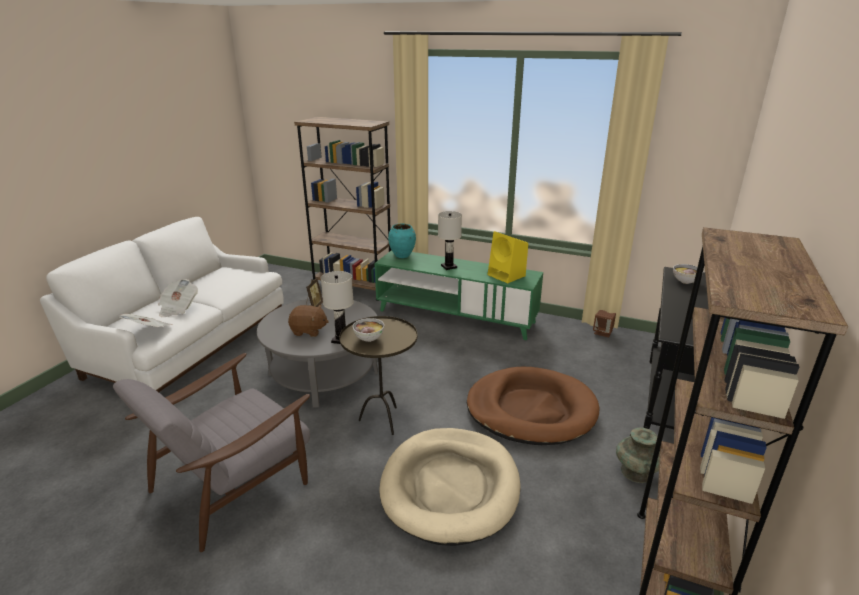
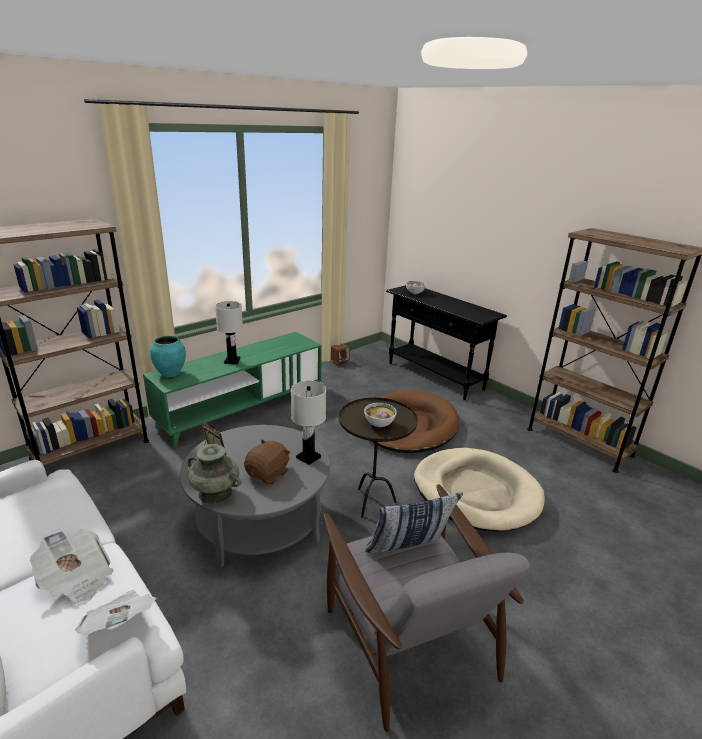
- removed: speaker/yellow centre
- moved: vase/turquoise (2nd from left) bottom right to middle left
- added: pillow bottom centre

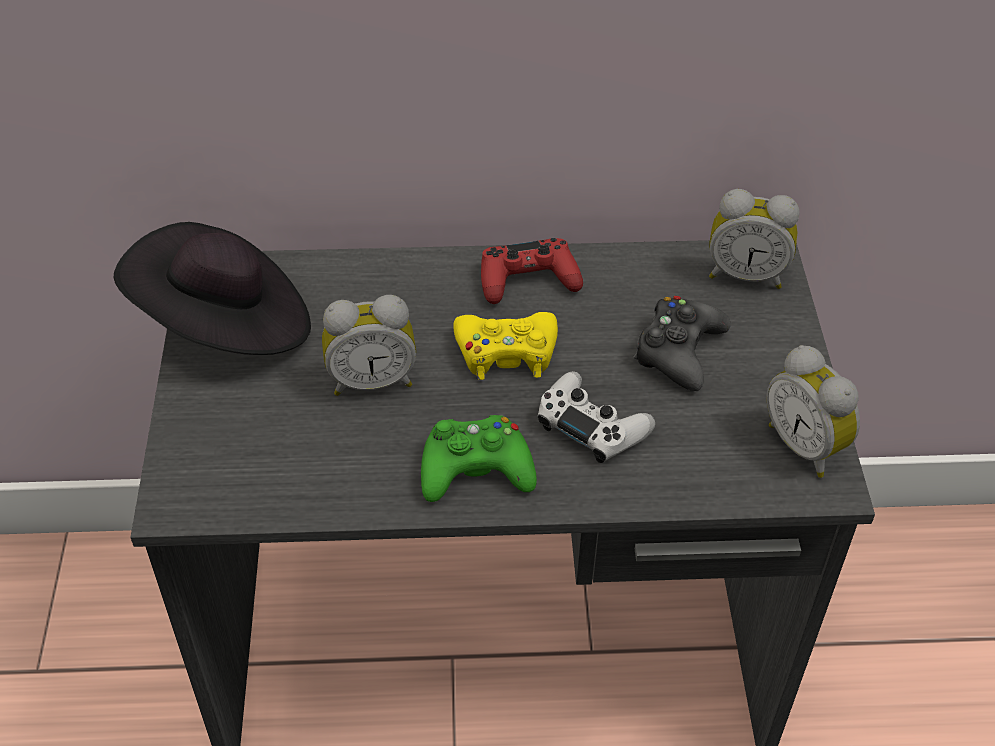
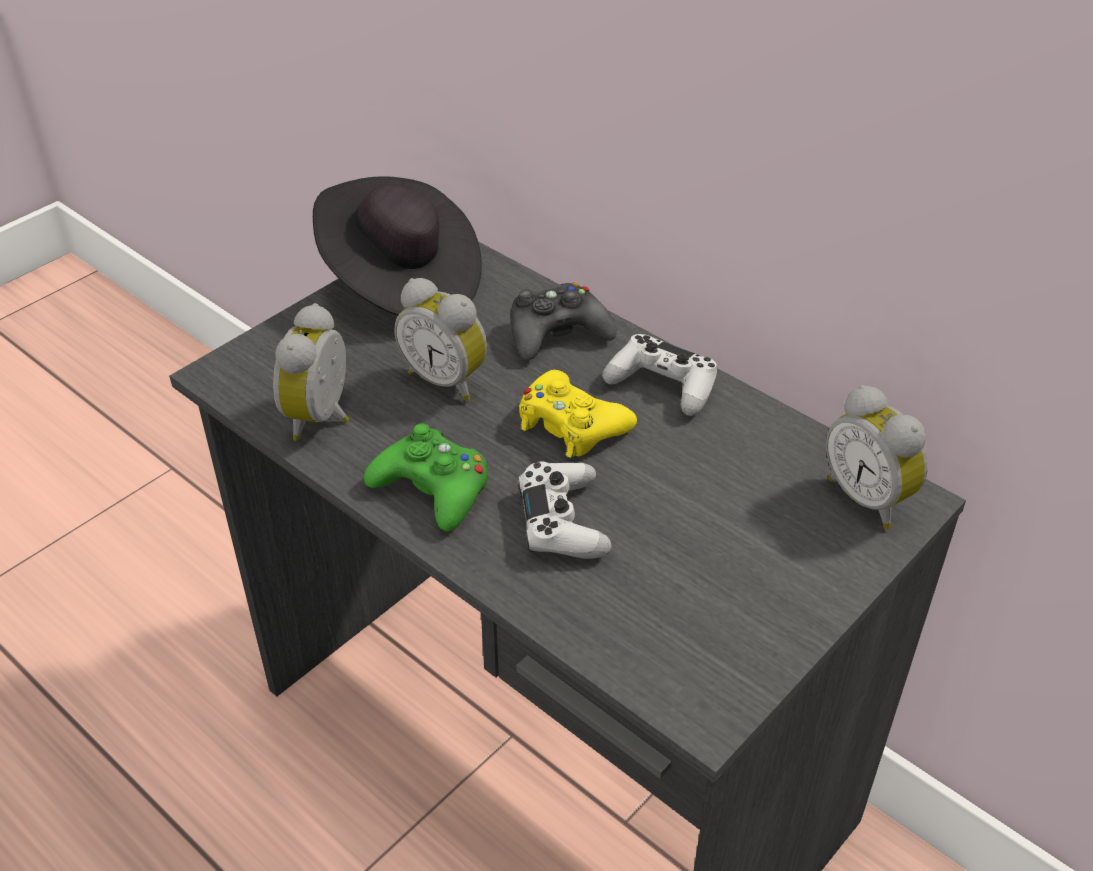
- recoloured: game controller/red centre to game controller/white (2nd from left) centre
- moved: game controller/black middle right to centre
- moved: alarm clock (3rd from left in the first image) middle right to alarm clock (1st from left) middle left

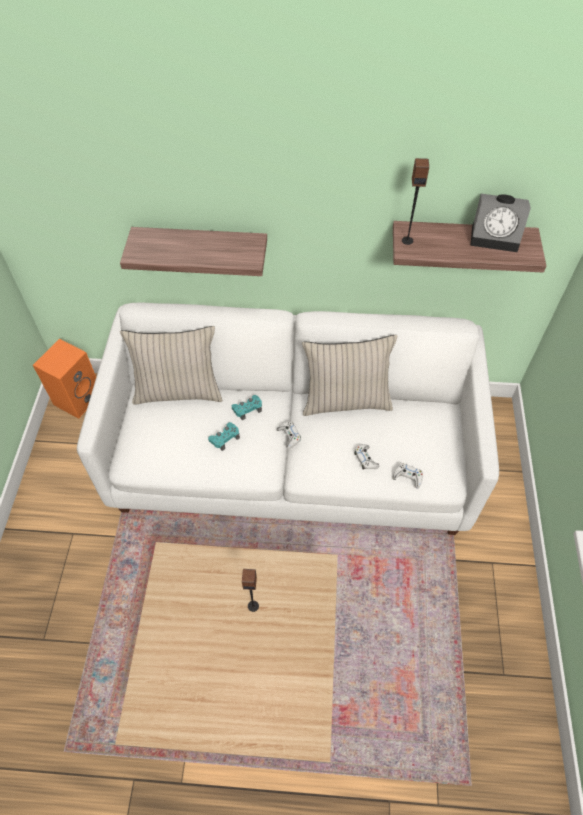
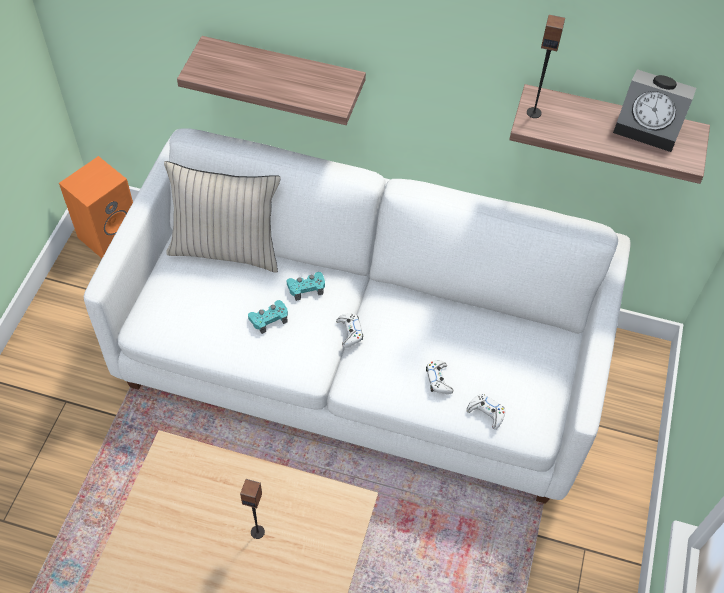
- removed: pillow/beige (2nd from left) centre

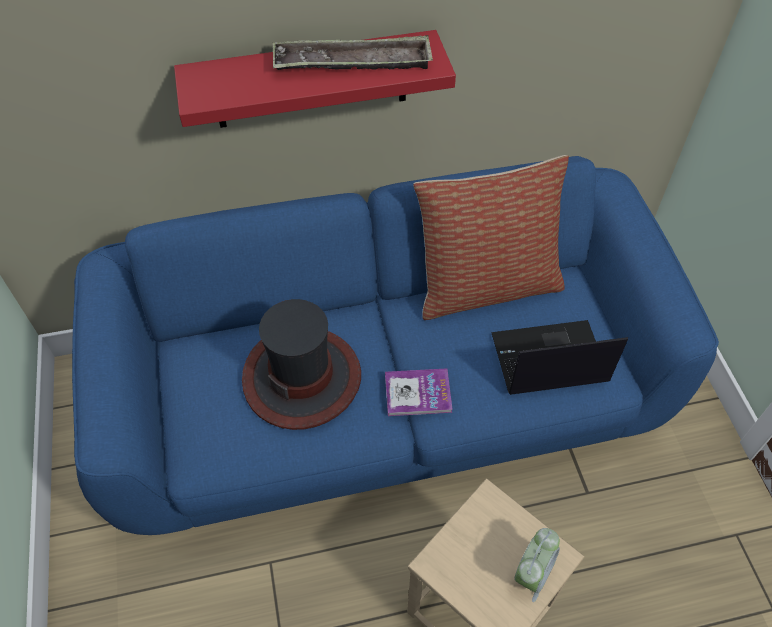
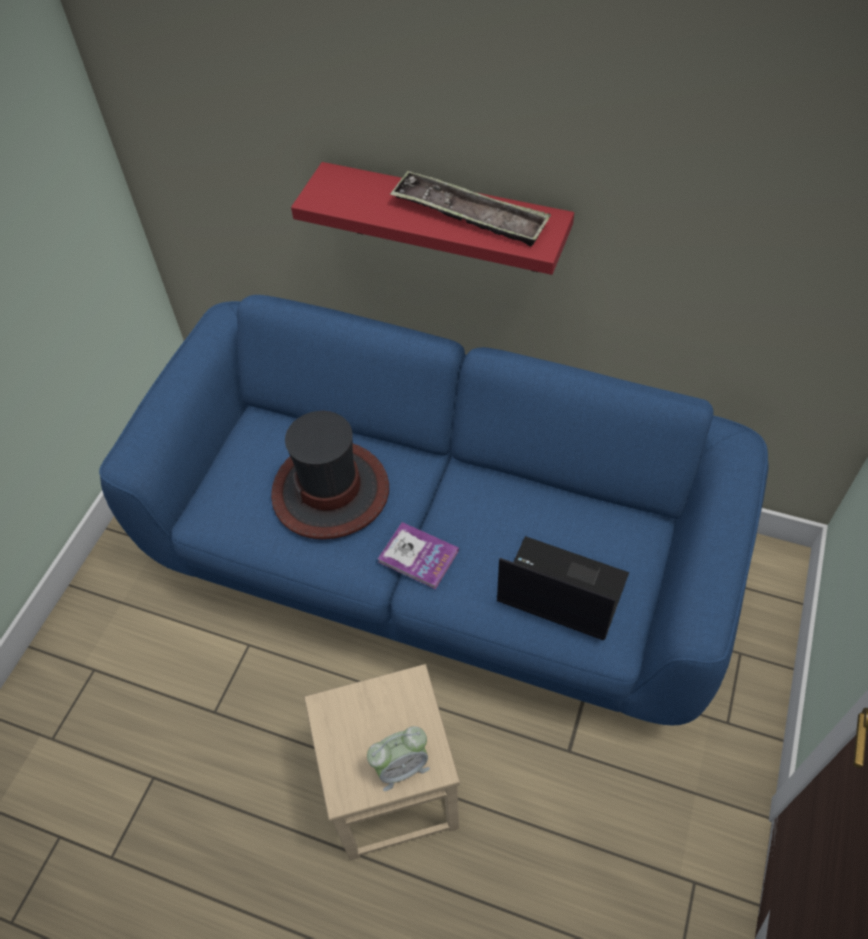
- removed: pillow centre

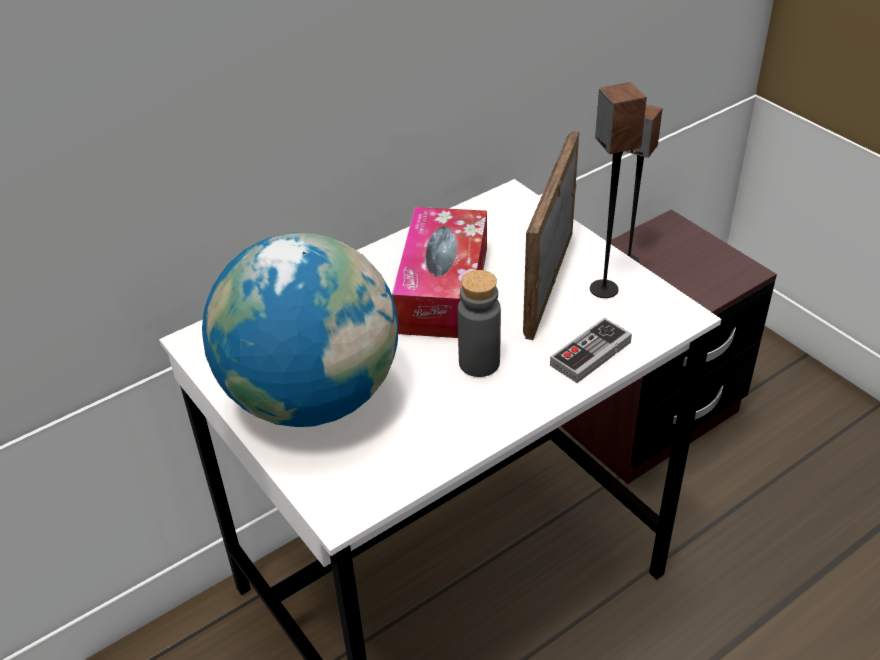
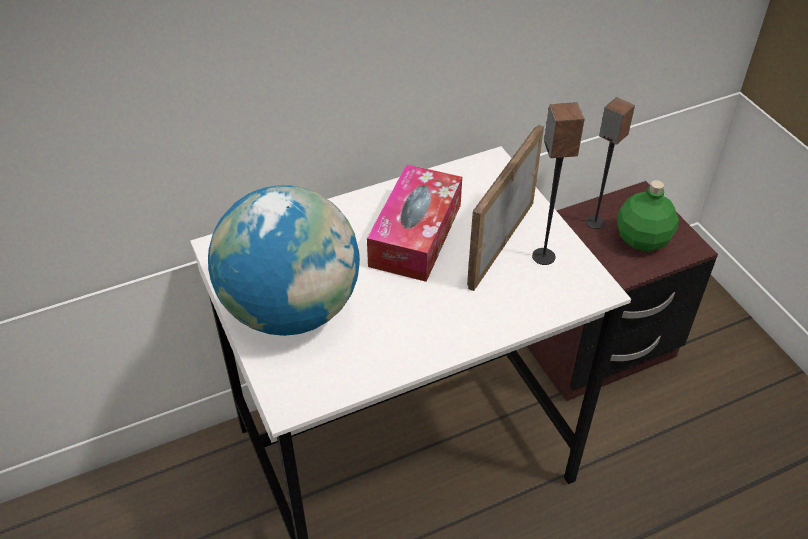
- removed: bottle/grey centre
- removed: game controller middle right
- added: bottle/green middle right

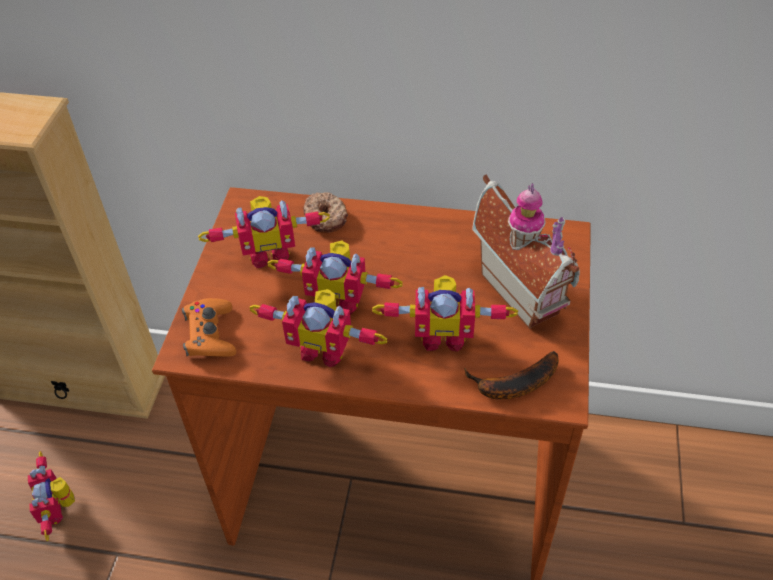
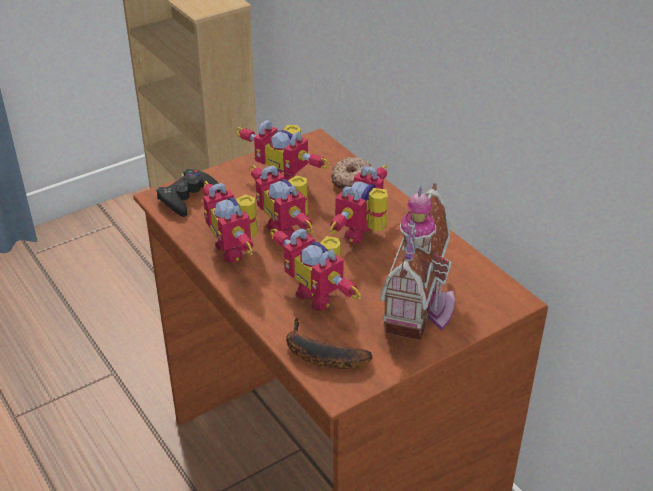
- moved: toy robot (1st from left in the first image) bottom left to toy robot (5th from left) centre
- recoloured: game controller/orange middle left to game controller/black middle left

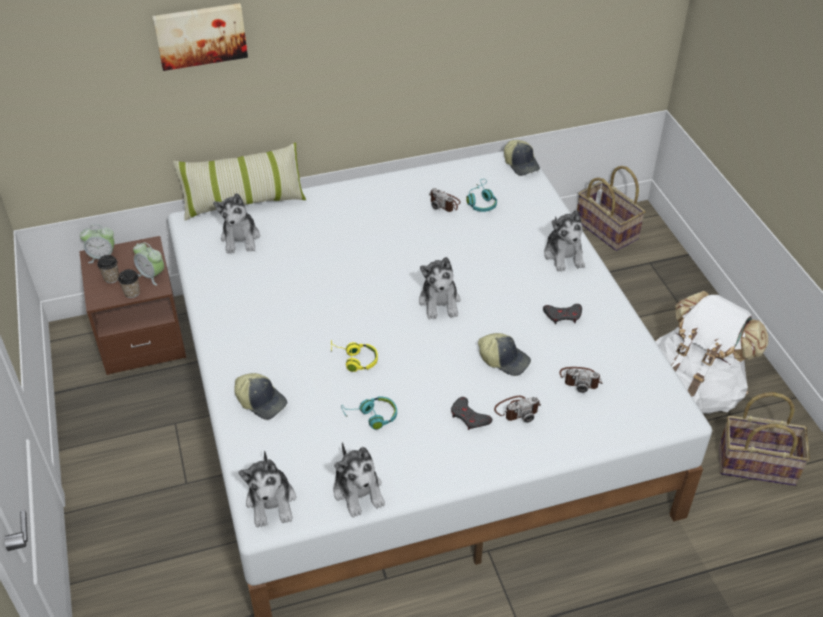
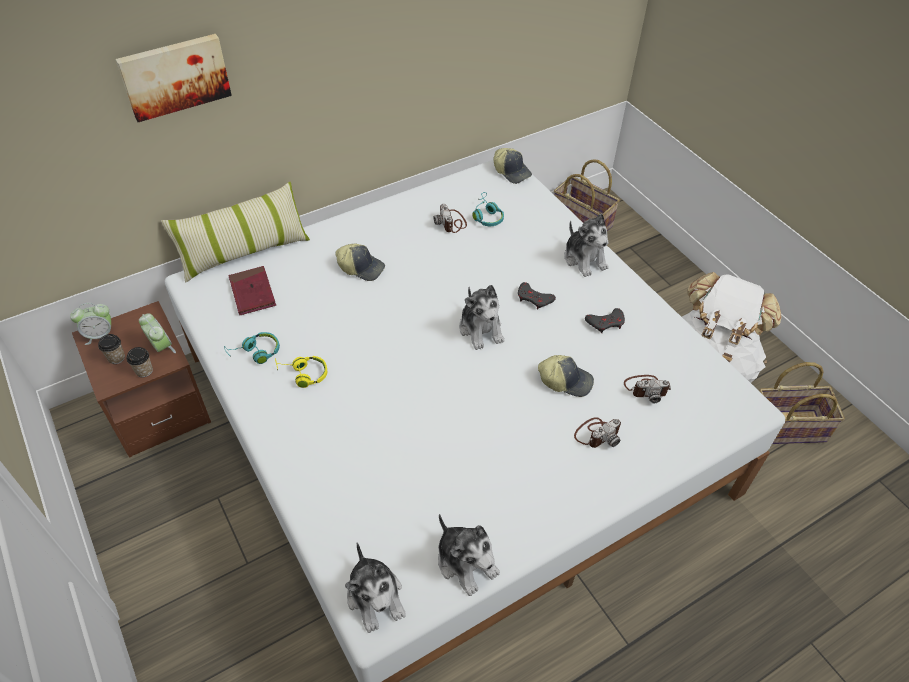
- turned: alarm clock (2nd from left) middle left = middle left 150 degrees counterclockwise
- replaced: plush toy (1st from left) middle left to book/red middle left
- moved: cap (1st from left) middle left to centre
- moved: headphones/yellow centre to middle left
- moved: headphones/turquoise (1st from left) bottom centre to middle left
- turned: photo camera (1st from left) top centre = top centre 45 degrees clockwise
- moved: game controller/grey (1st from left) bottom centre to centre

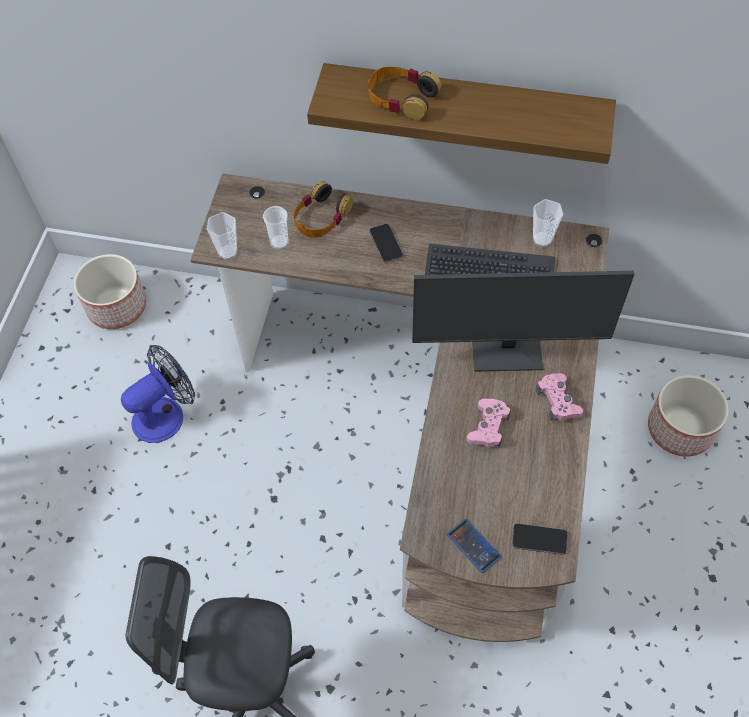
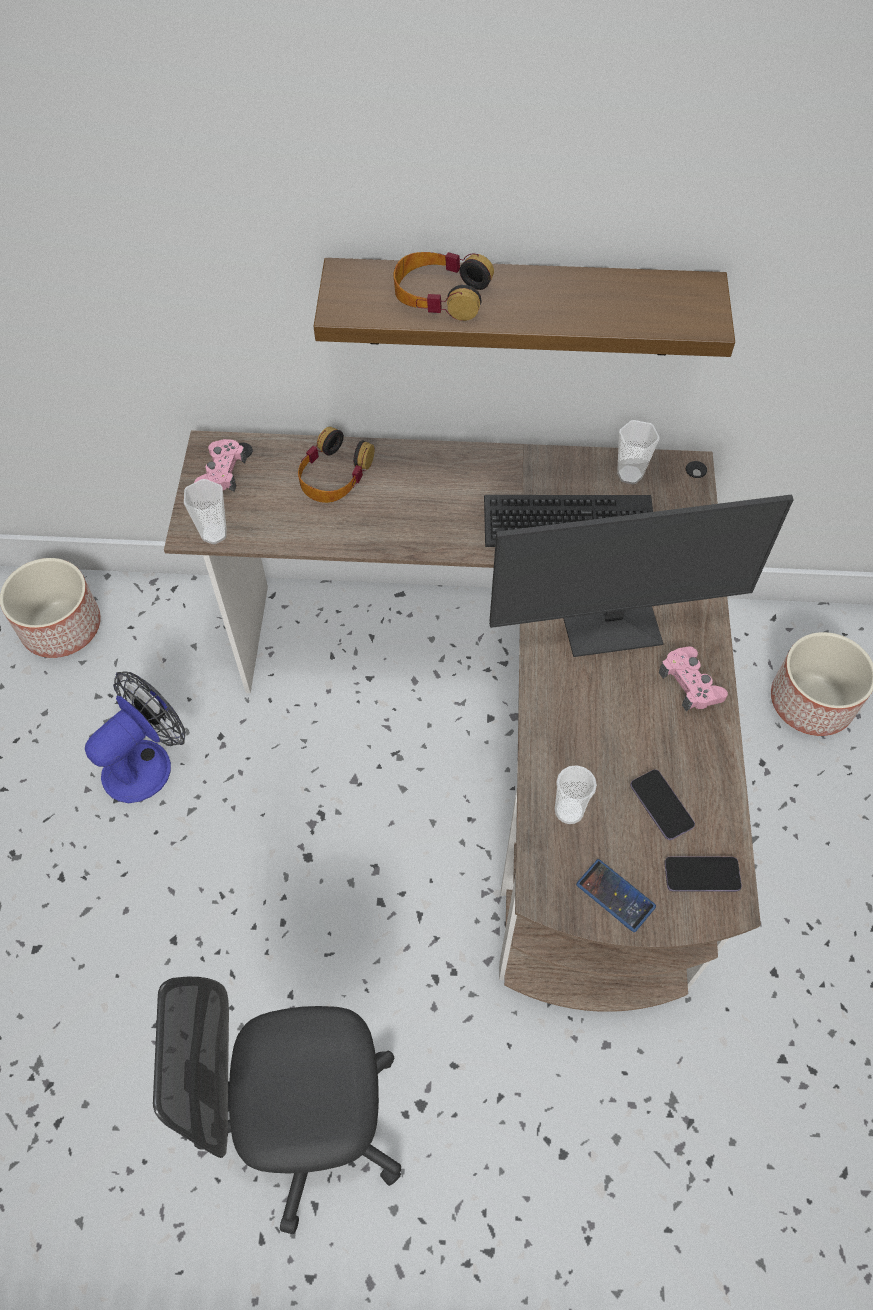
- moved: cup (2nd from left) top centre to centre
- moved: phone (1st from left in the first image) centre to phone (2nd from left) middle right
- moved: game controller/pink (1st from left) centre to middle left

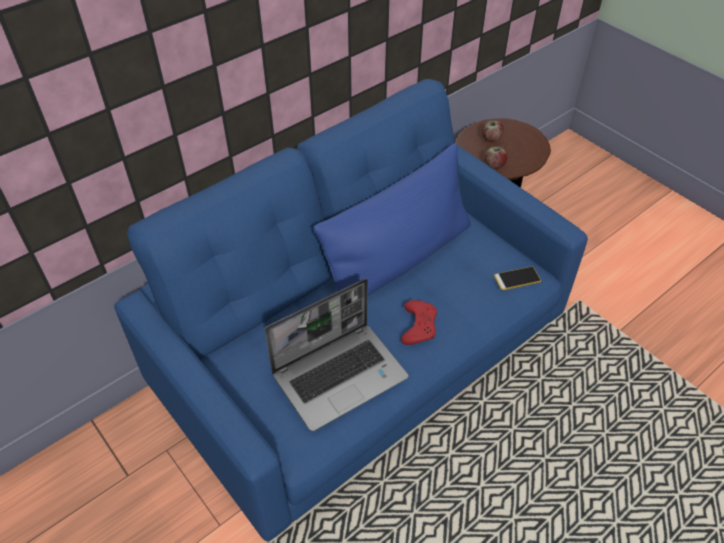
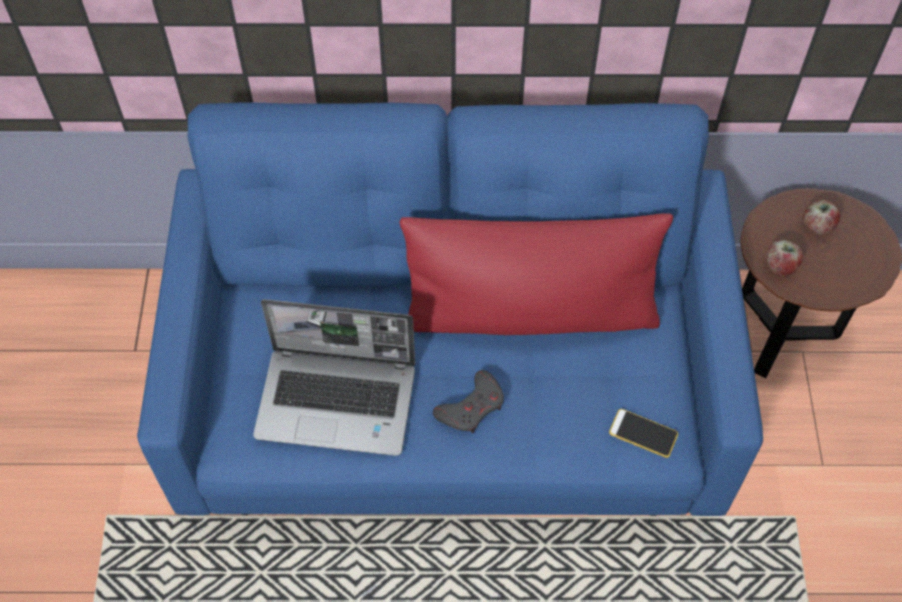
- recoloured: pillow/blue centre to pillow/red centre
- recoloured: game controller/red centre to game controller/grey centre

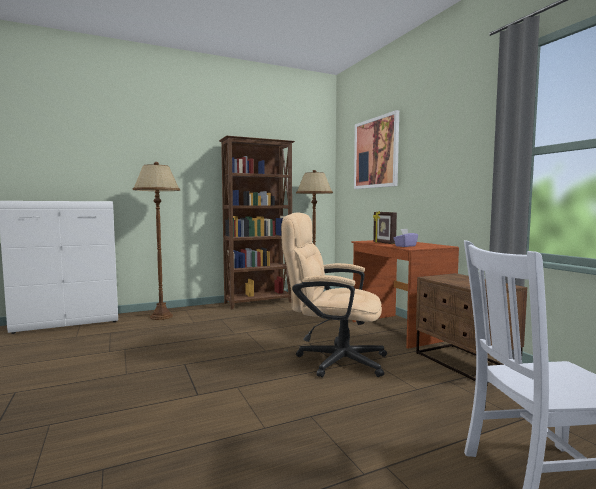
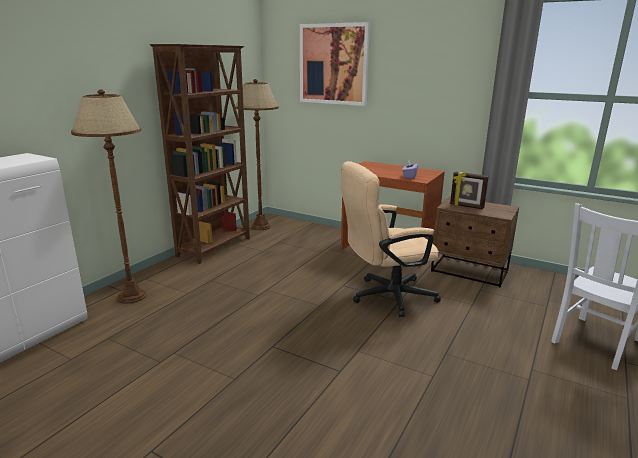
- moved: picture frame centre to middle right

